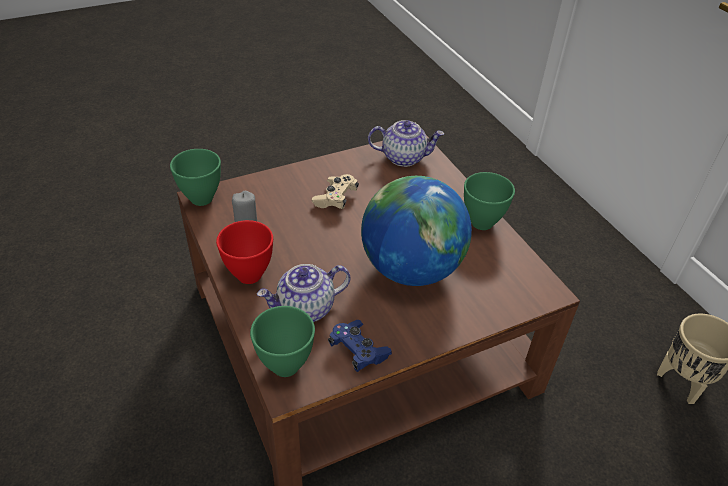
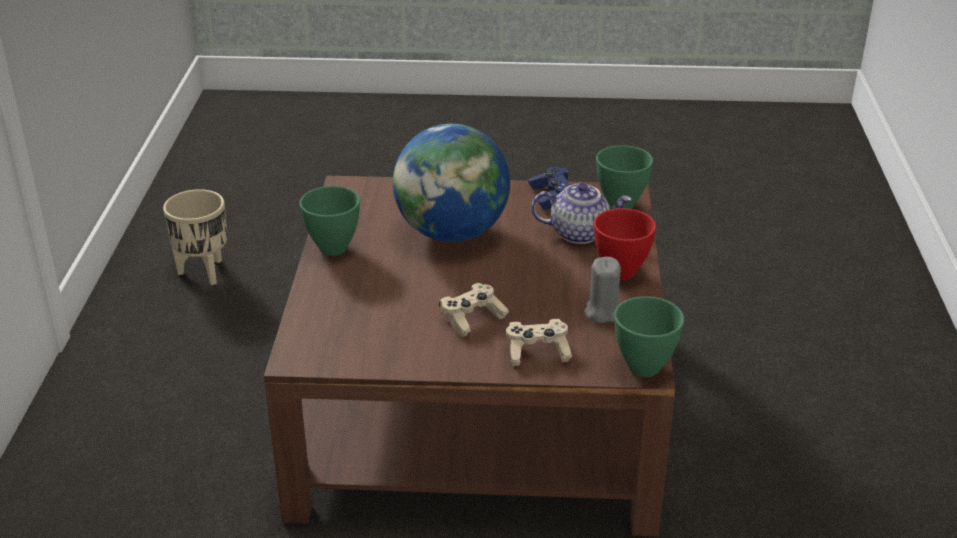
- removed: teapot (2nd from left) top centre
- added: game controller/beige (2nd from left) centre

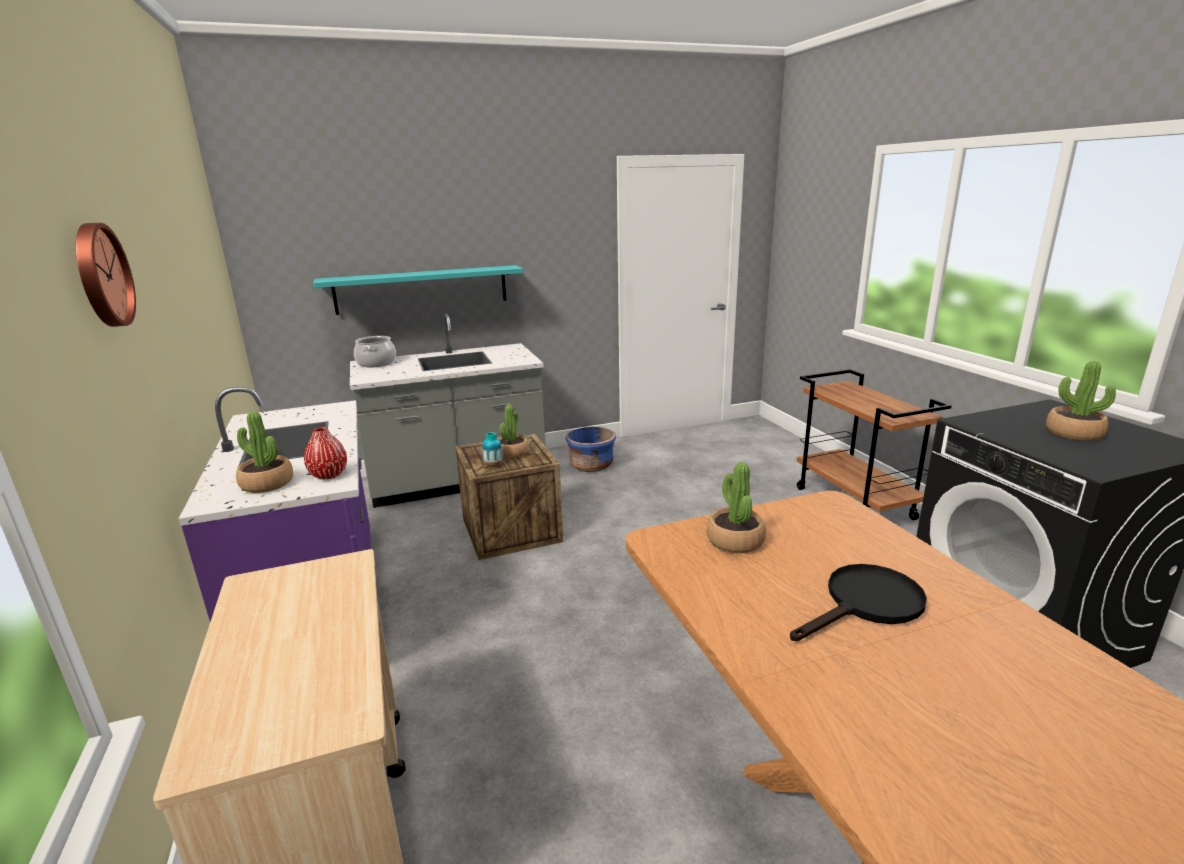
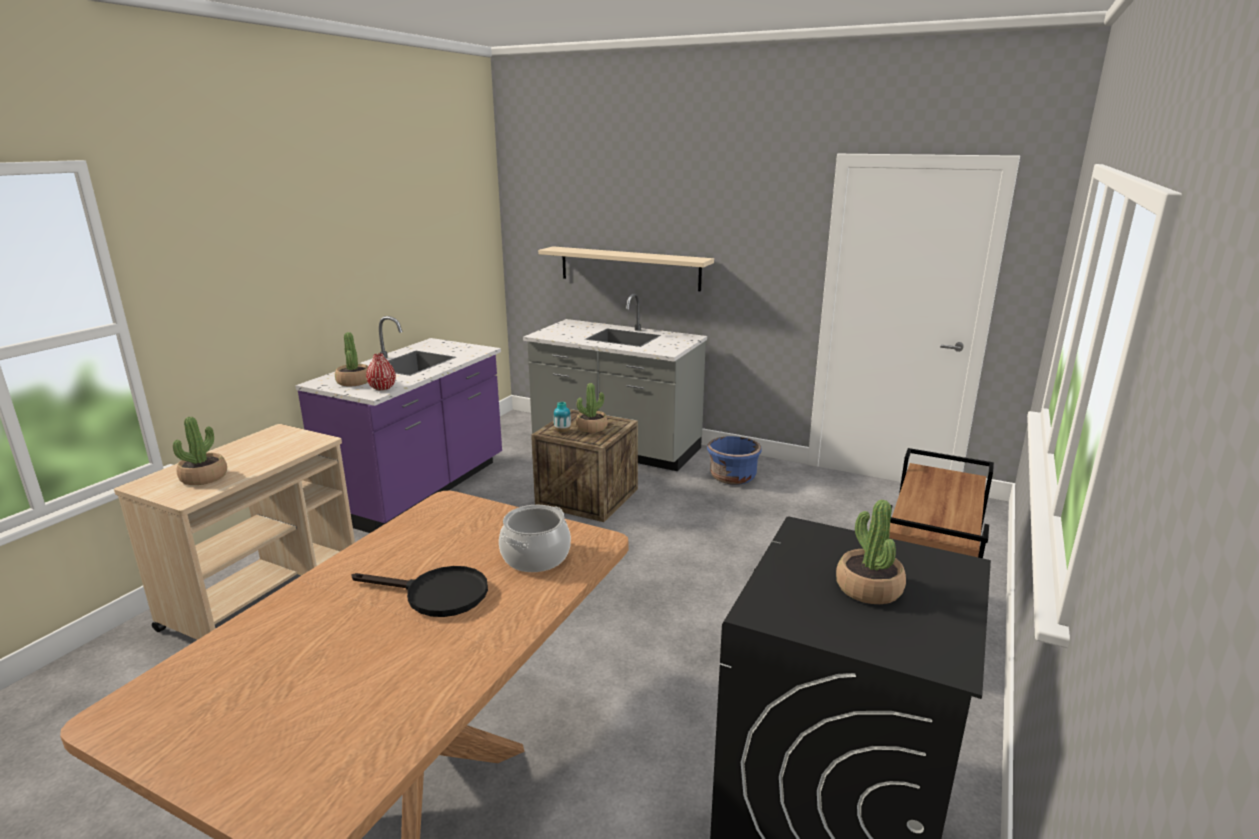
- removed: wall clock top left
- recoloured: shelf/turquoise centre to shelf/beige top centre
- moved: cooking pot middle left to centre
- moved: potted plant (3rd from left in the first image) centre to potted plant (1st from left) middle left

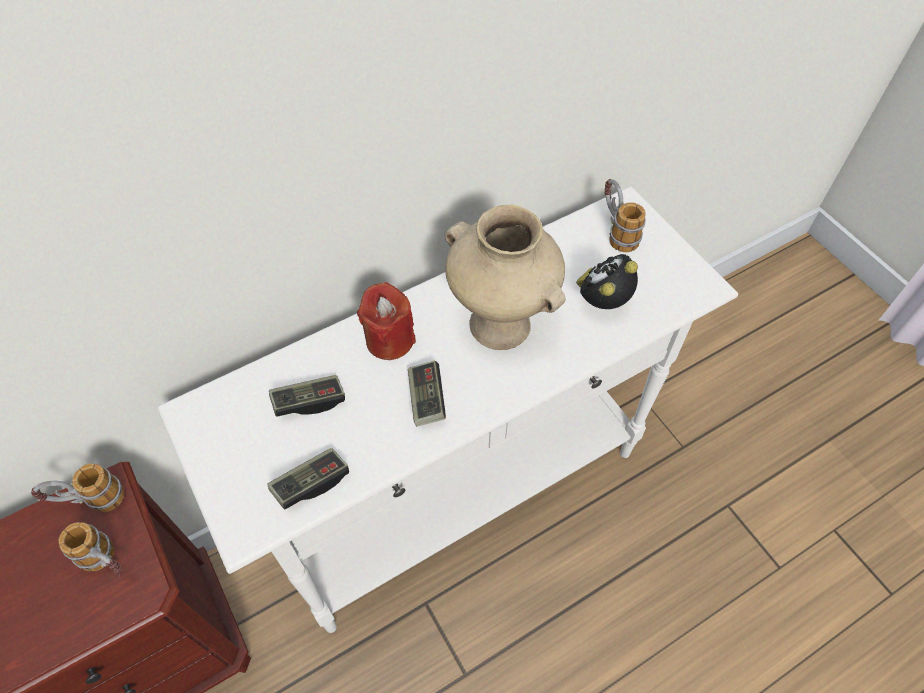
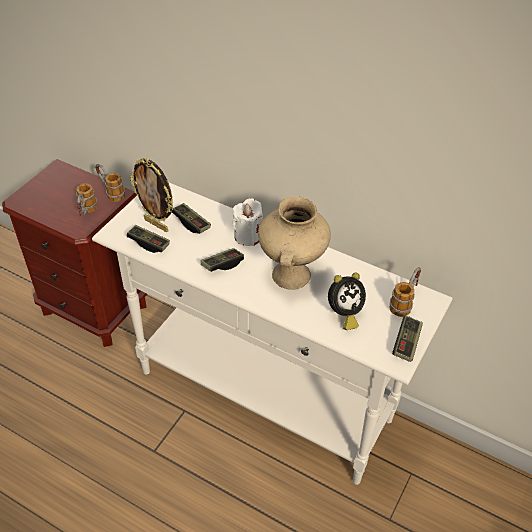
- recoloured: candle/red centre to candle/white centre
- turned: alarm clock centre = centre 135 degrees clockwise
- added: picture frame middle left
- added: game controller (4th from left) middle right

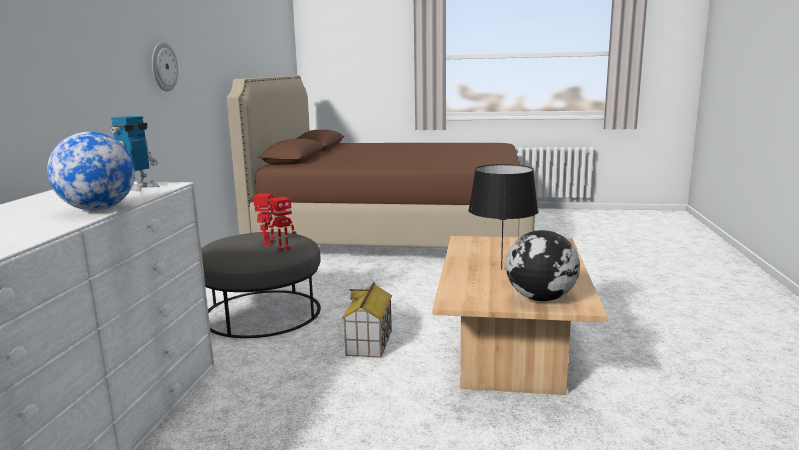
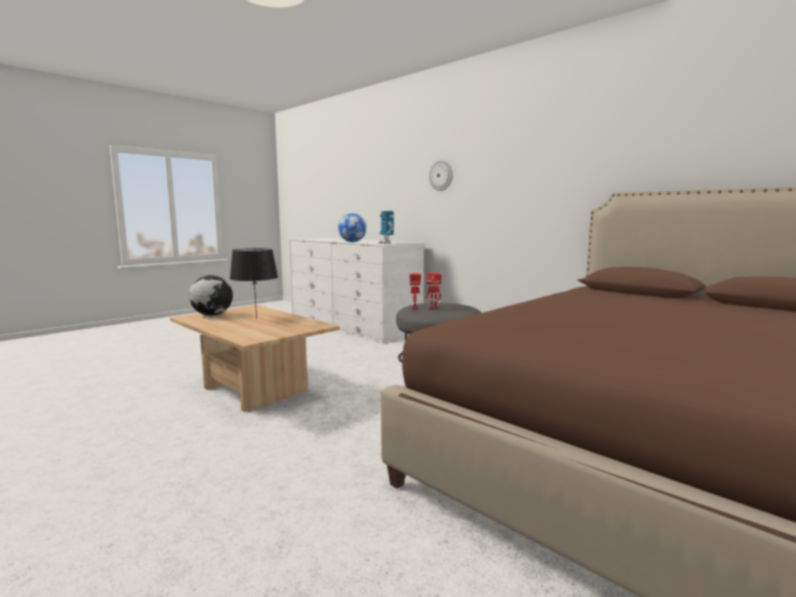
- moved: wall clock top left to top centre
- removed: toy house bottom centre

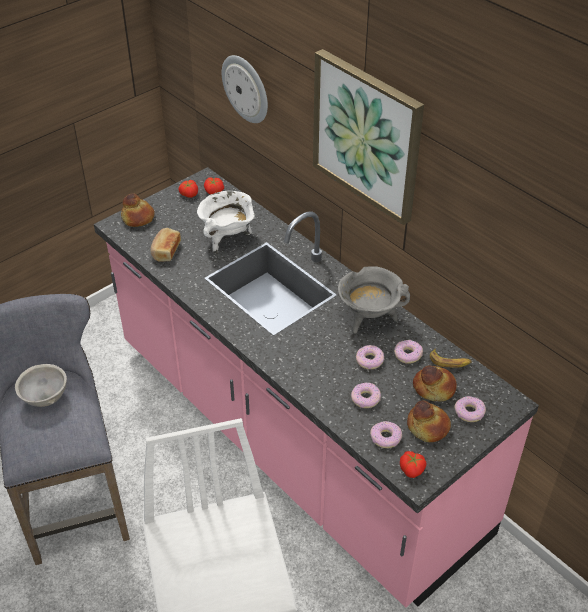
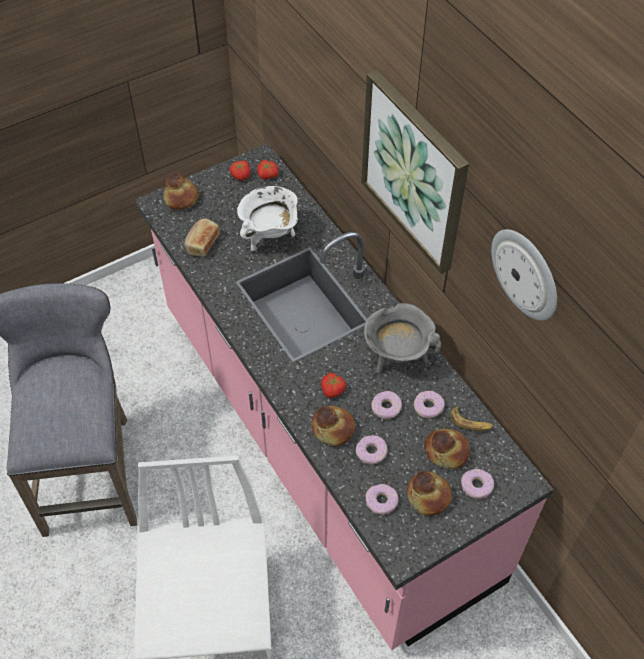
- removed: bowl/grey middle left
- moved: wall clock top centre to middle right
- moved: tomato (3rd from left) bottom right to centre
- added: bread (3rd from left) centre

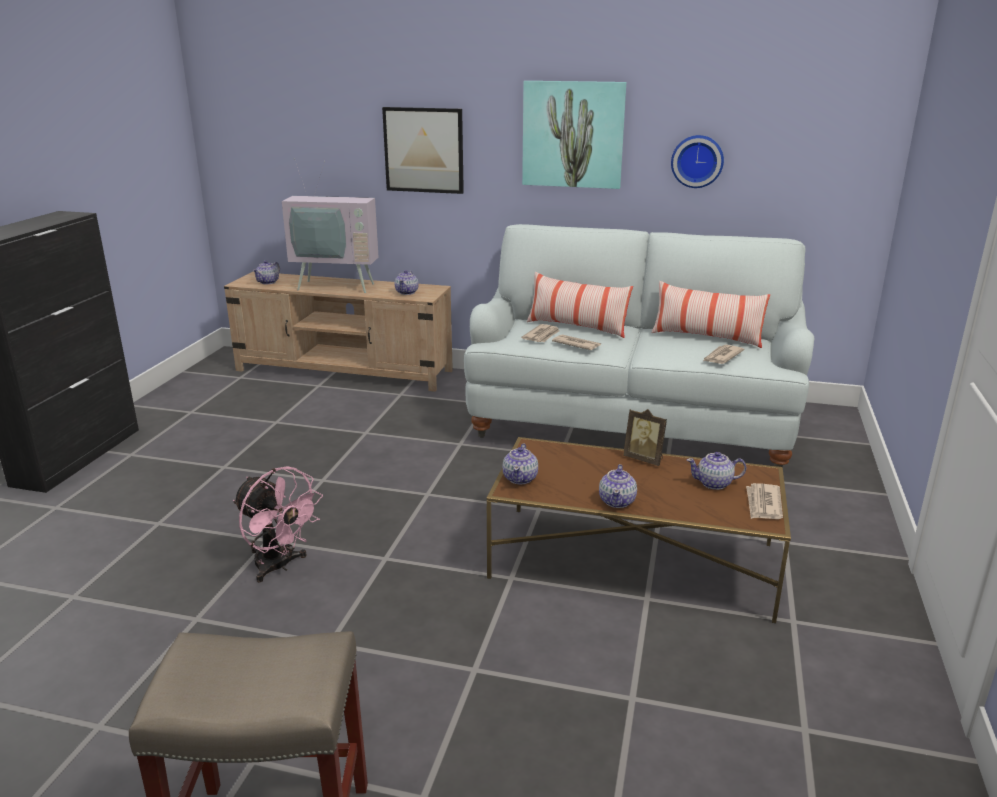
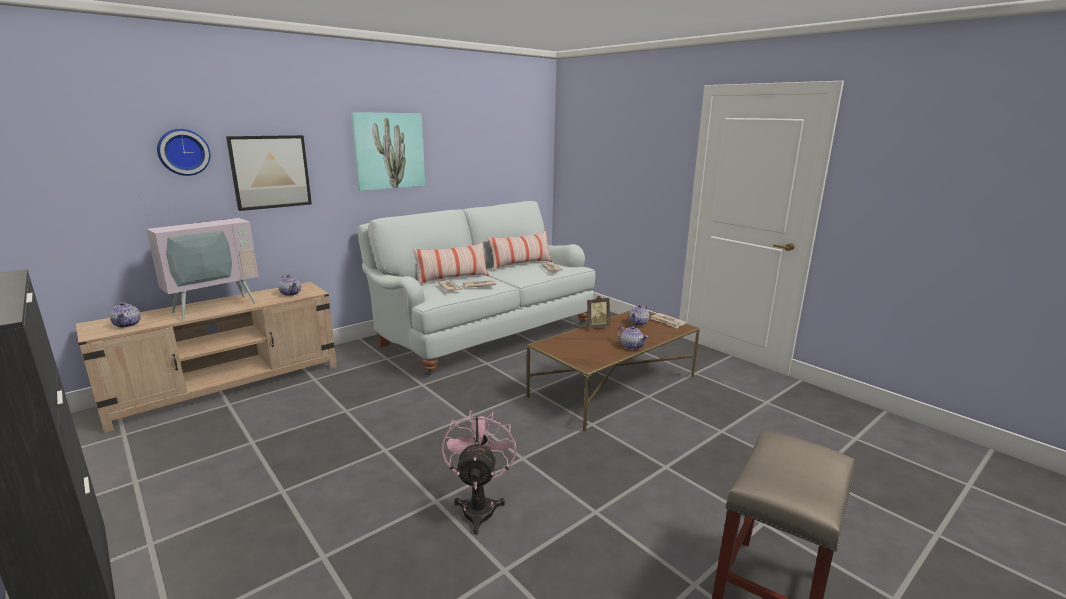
- turned: fan/pink middle left = bottom centre 75 degrees counterclockwise
- removed: teapot (3rd from left) centre
- moved: wall clock top right to top left

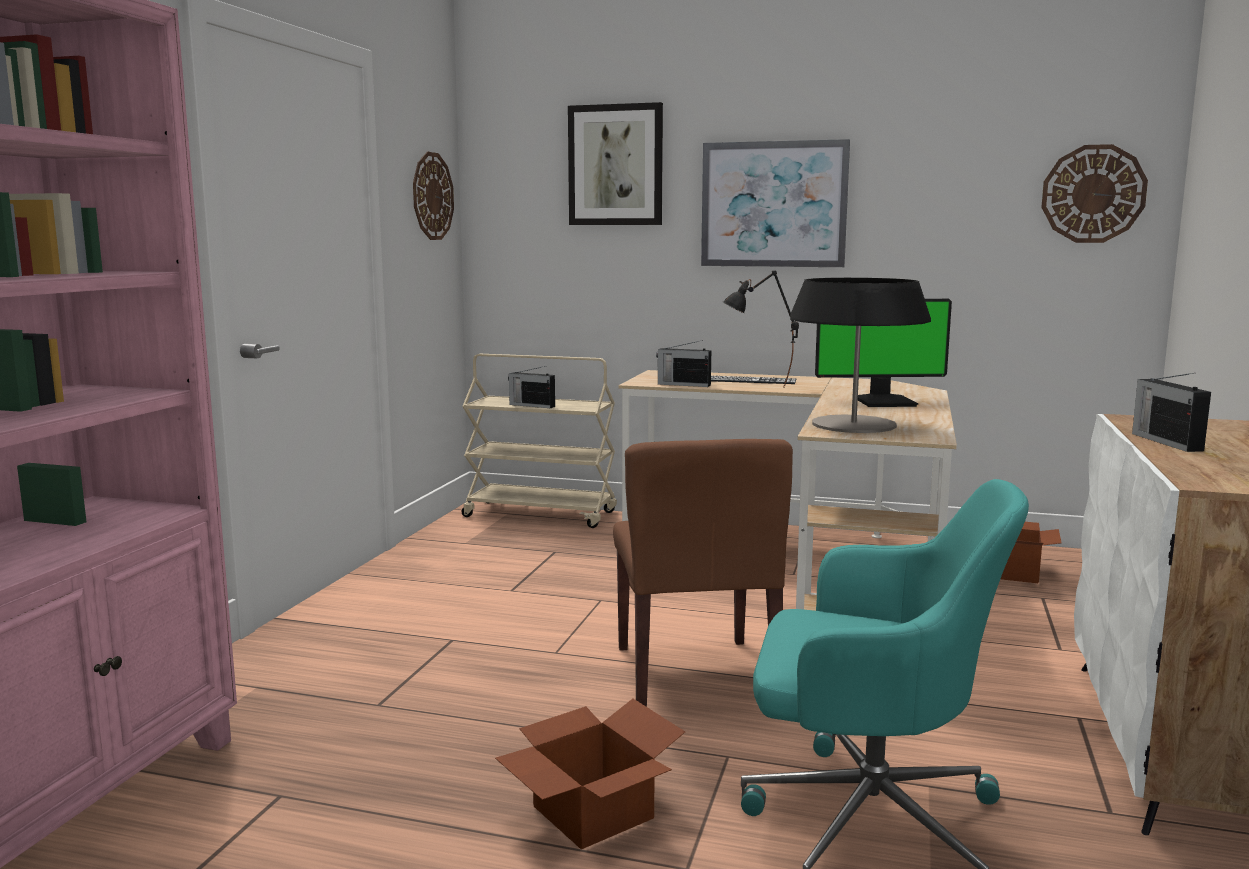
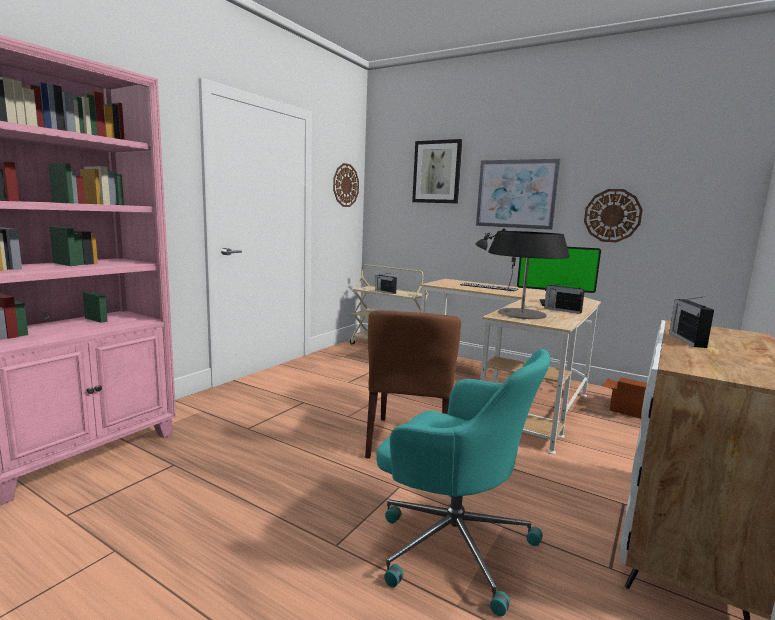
- removed: cardboard box (1st from left) bottom centre
- moved: radio (2nd from left) centre to middle right
- moved: wall clock (2nd from left) top right to middle right

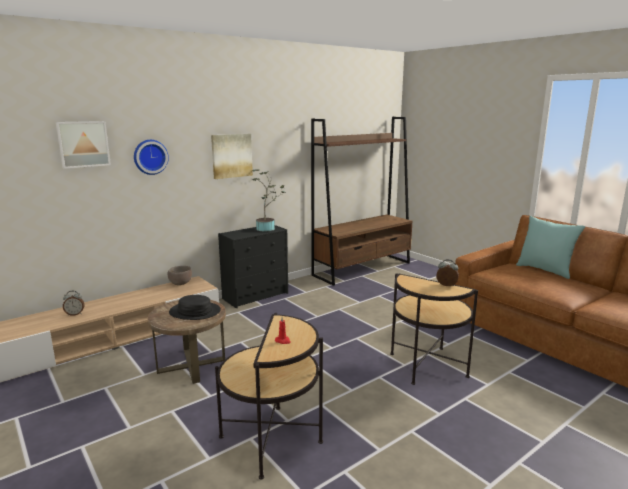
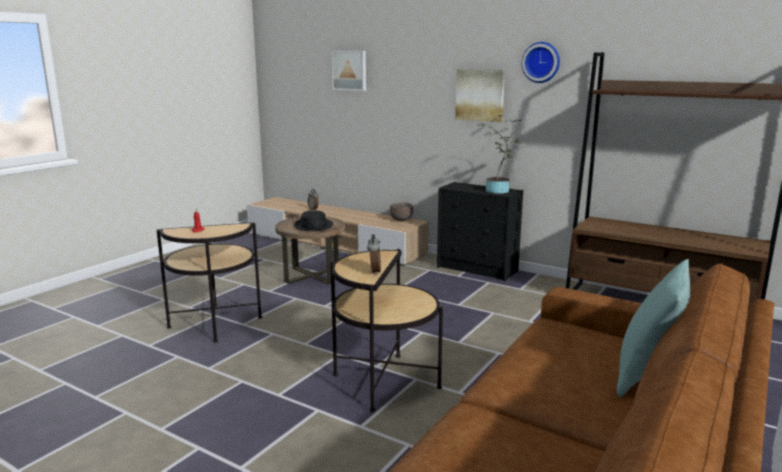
- moved: wall clock top left to top right

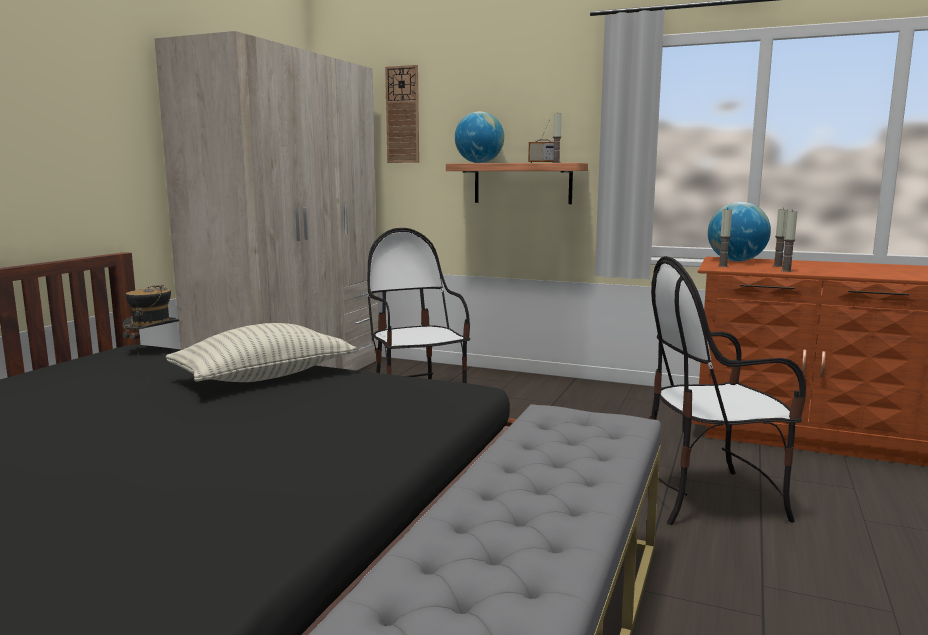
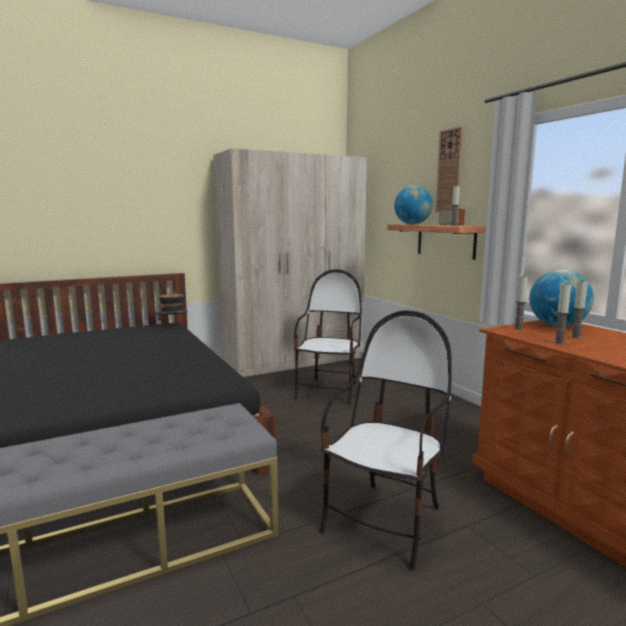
- removed: pillow middle left
- moved: wall clock top centre to top right
- turned: chair (2nd from left) middle right = bottom centre 90 degrees clockwise

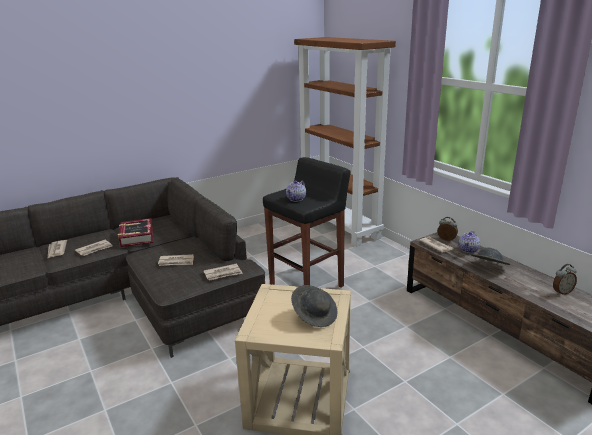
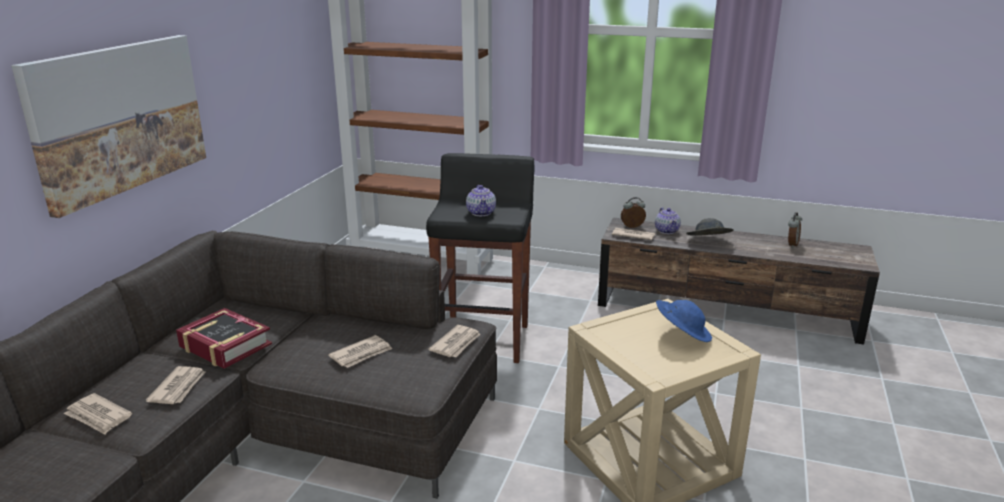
- recoloured: hat/grey (1st from left) bottom centre to hat/blue middle right
- added: picture top left

